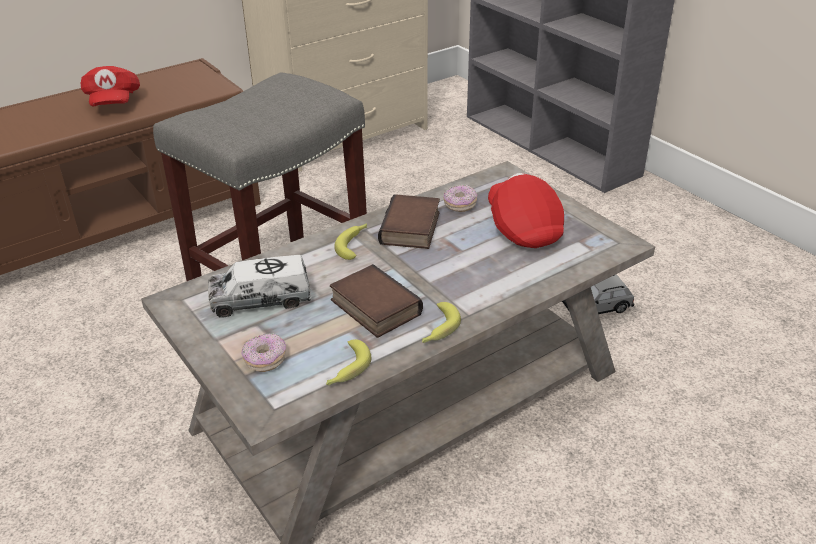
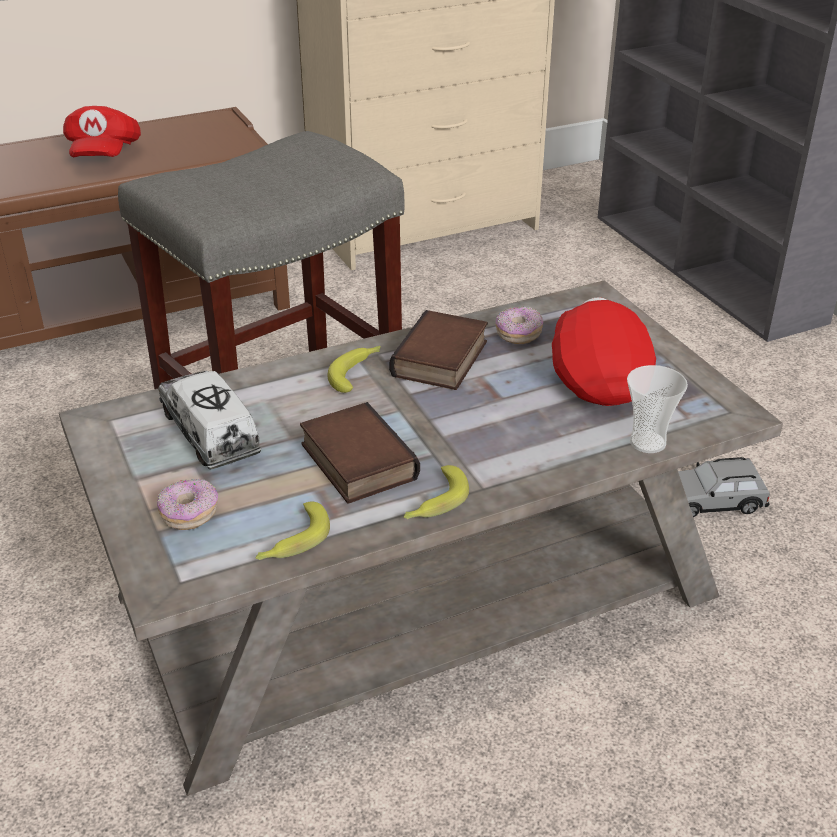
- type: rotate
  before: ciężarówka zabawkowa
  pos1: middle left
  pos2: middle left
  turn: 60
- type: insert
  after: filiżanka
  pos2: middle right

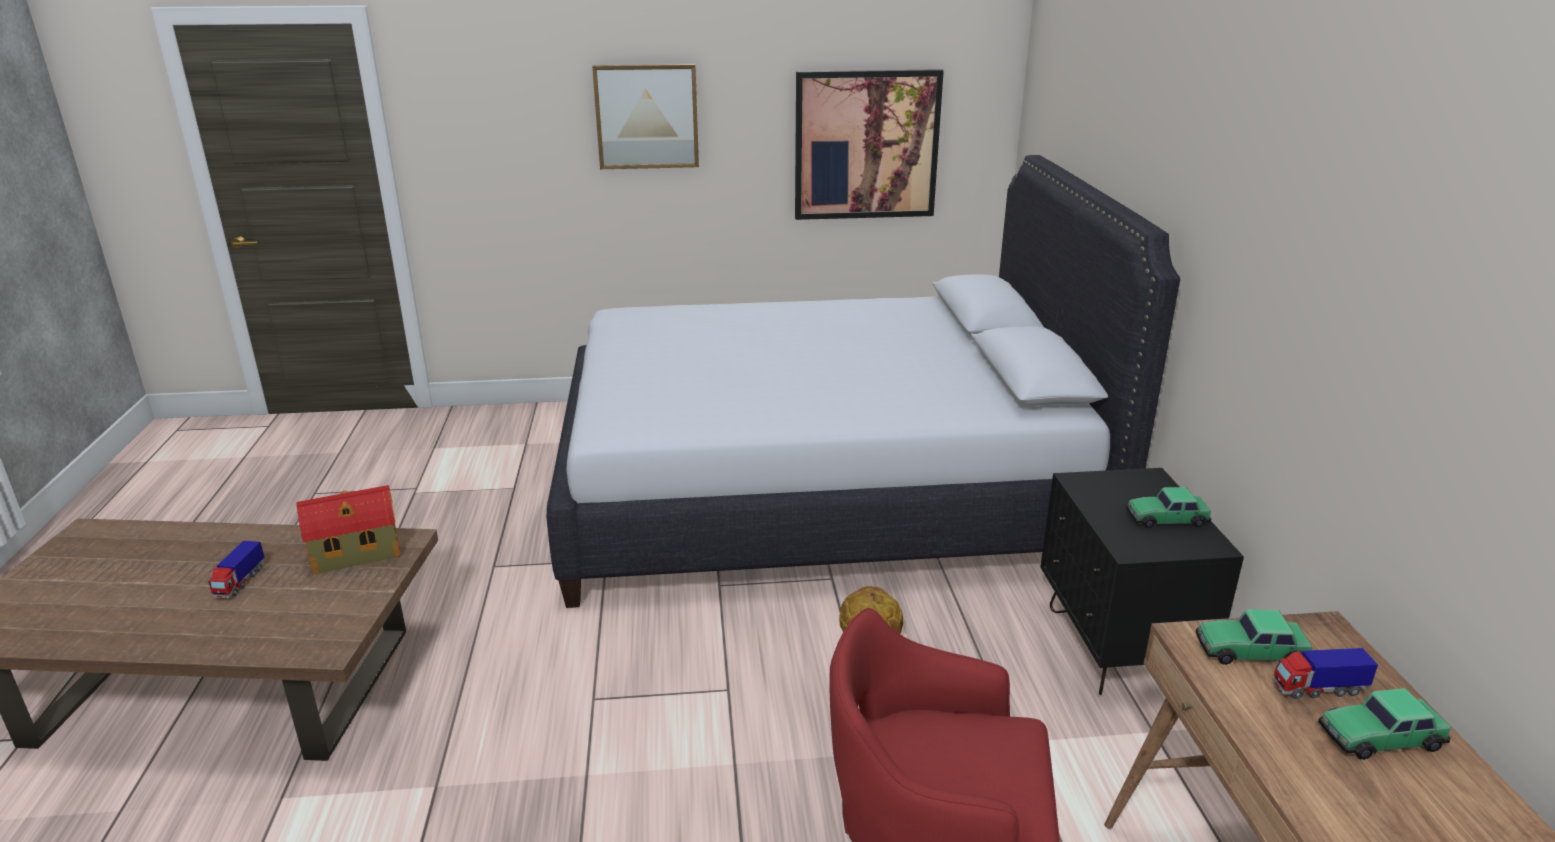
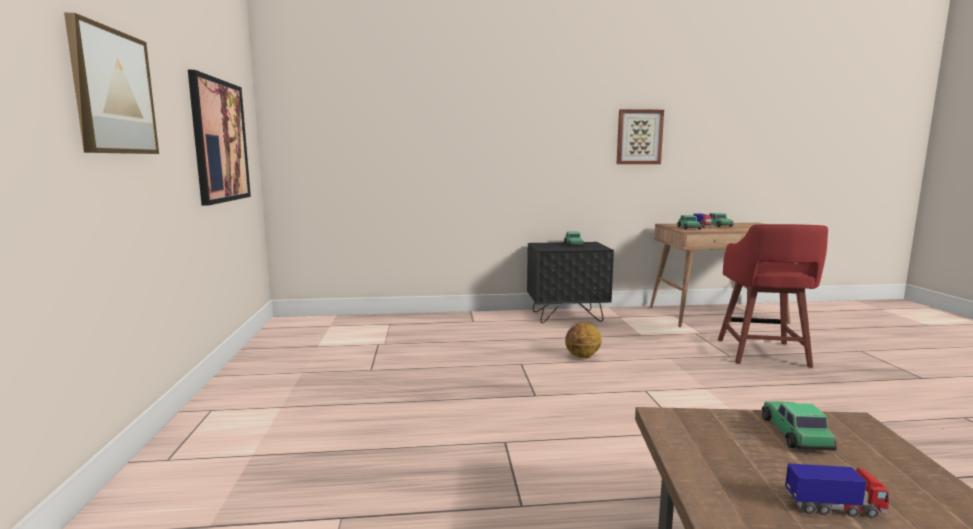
- type: delete
  before: domek
  pos1: middle left
- type: delete
  before: łóżko [biały]
  pos1: centre
- type: insert
  after: obraz (3rd from left)
  pos2: top centre
- type: insert
  after: samochodzik (4th from left)
  pos2: bottom right

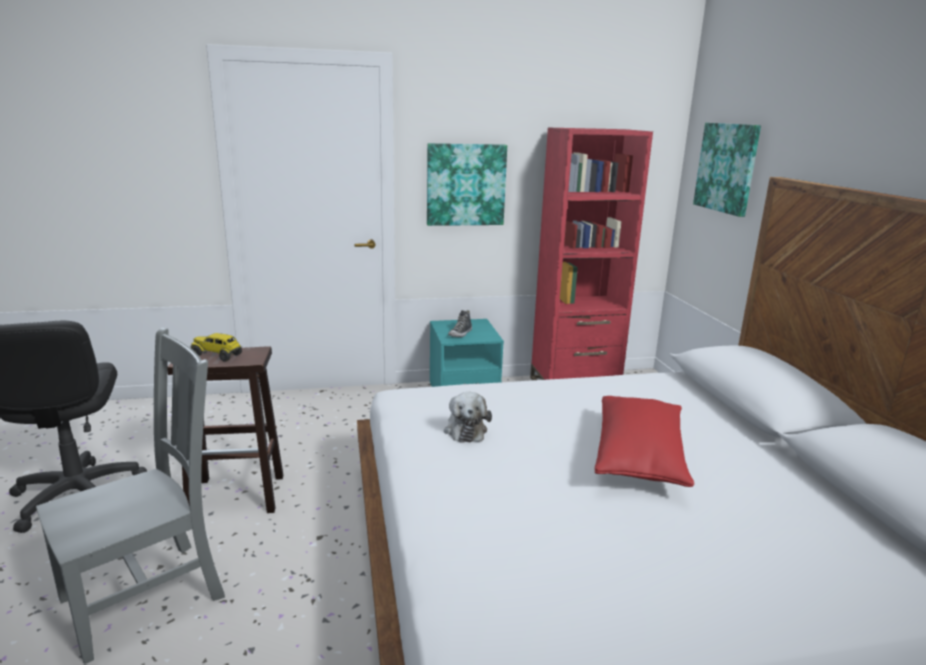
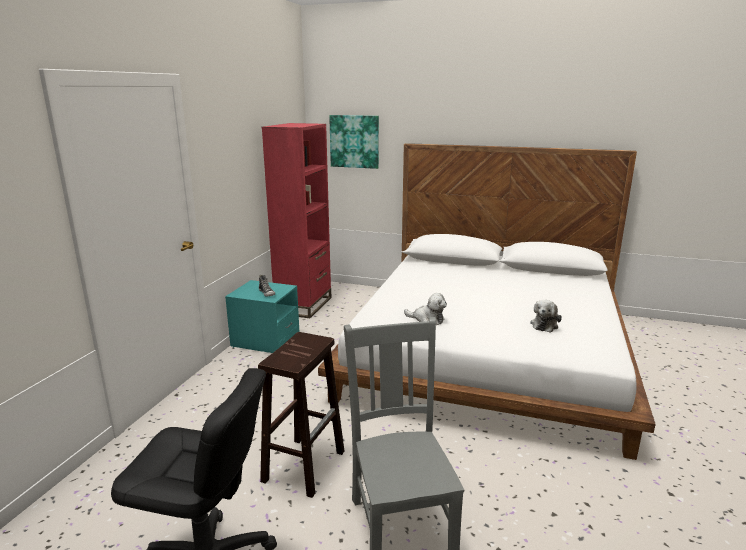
- type: delete
  before: ciężarówka zabawkowa
  pos1: middle left
- type: delete
  before: obraz (1st from left)
  pos1: top centre
- type: delete
  before: poduszka [czerwony]
  pos1: middle right
- type: insert
  after: pluszak (2nd from left)
  pos2: middle right

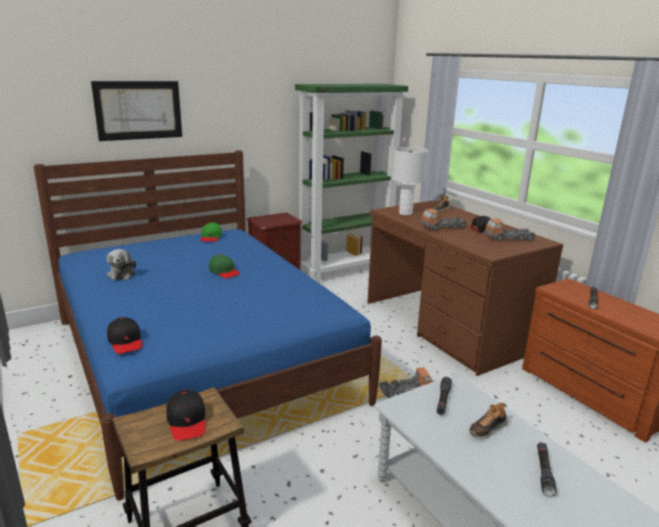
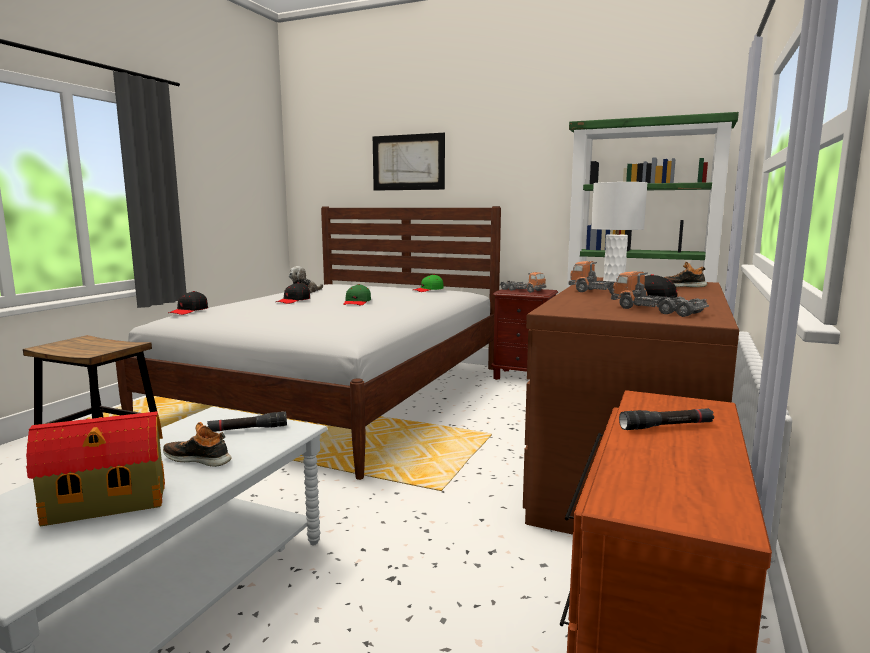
- type: recolor
  before: łóżko [niebieski]
  after: łóżko [biały]
  pos1: middle left
  pos2: centre
- type: move
  before: czapka z daszkiem [czarny] (2nd from left)
  pos1: bottom left
  pos2: centre
- type: move
  before: ciężarówka zabawkowa (1st from left)
  pos1: bottom centre
  pos2: centre
- type: replace
  before: latarka [czarny] (2nd from left)
  after: domek
  pos1: bottom right
  pos2: bottom left

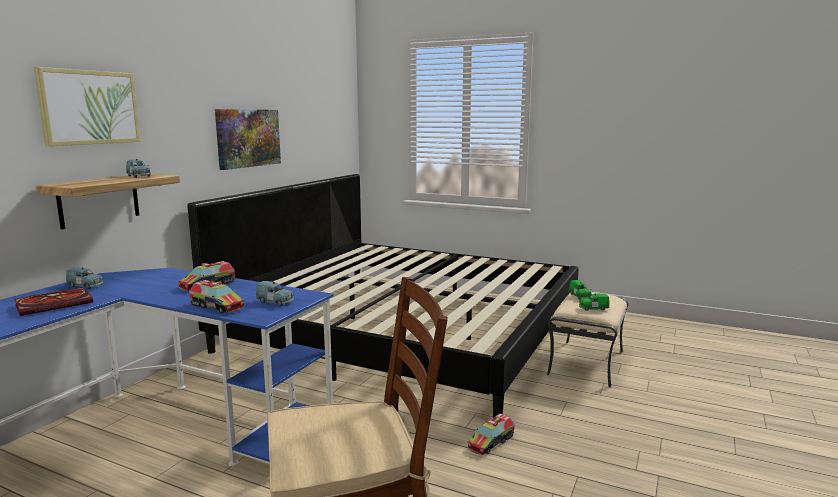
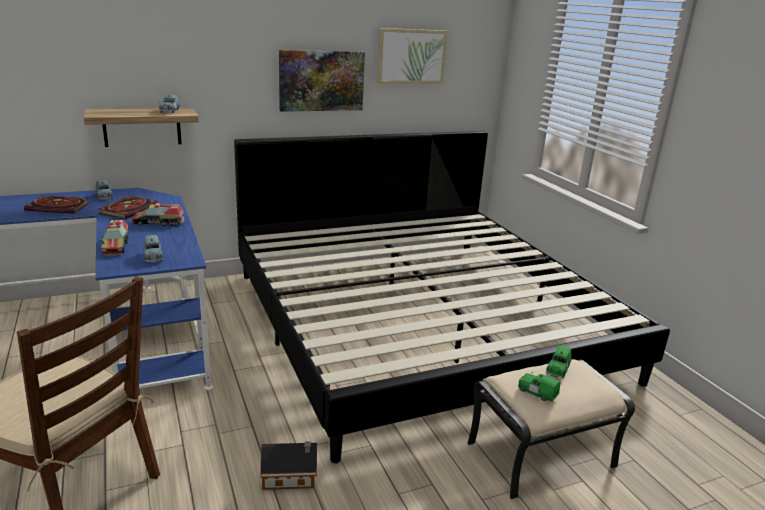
- type: move
  before: obraz (1st from left in the first image)
  after: obraz (2nd from left)
  pos1: top left
  pos2: top centre
- type: replace
  before: ciężarówka zabawkowa (3rd from left)
  after: domek
  pos1: bottom centre
  pos2: bottom centre
- type: insert
  after: książka (2nd from left)
  pos2: middle left

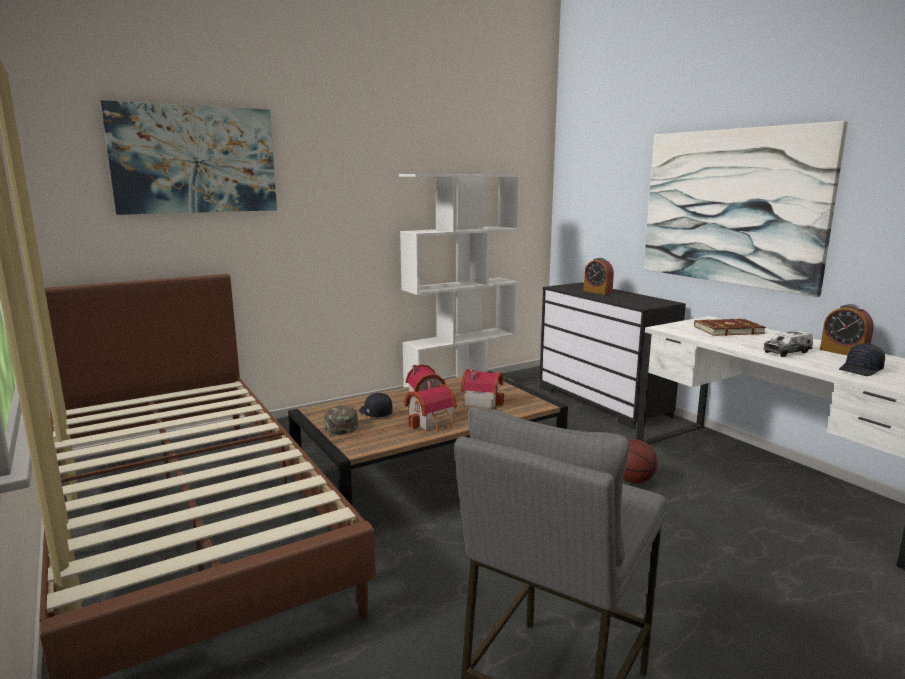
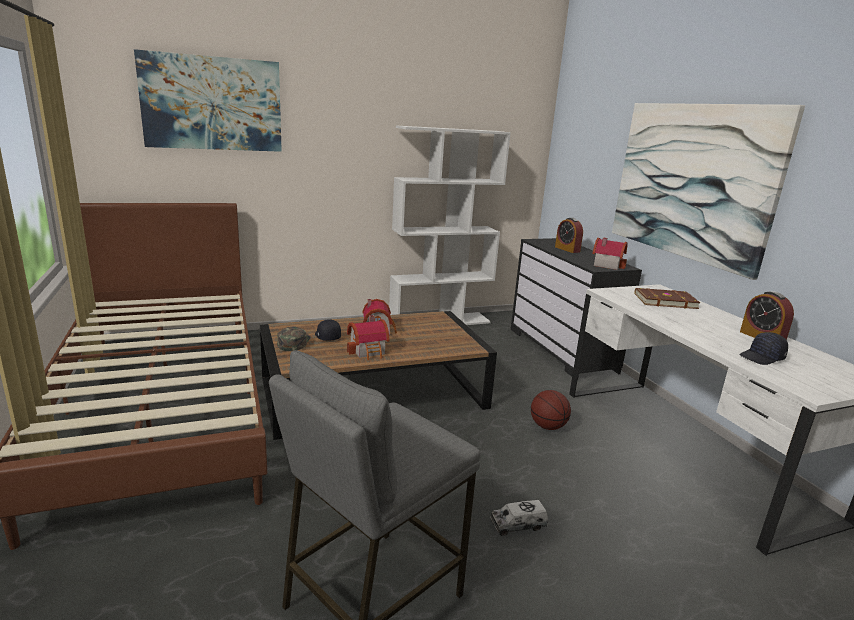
- type: move
  before: domek (3rd from left)
  pos1: centre
  pos2: middle right
- type: move
  before: ciężarówka zabawkowa
  pos1: middle right
  pos2: bottom centre

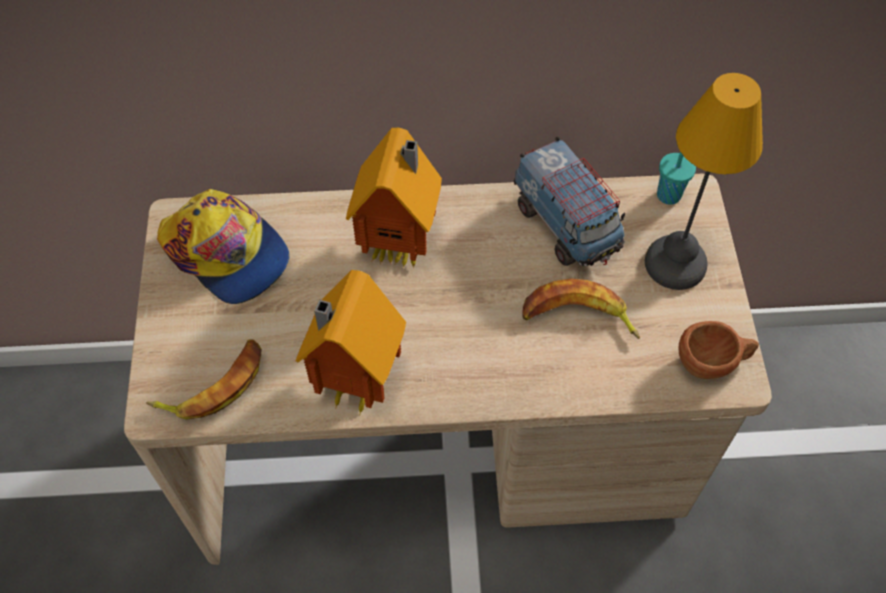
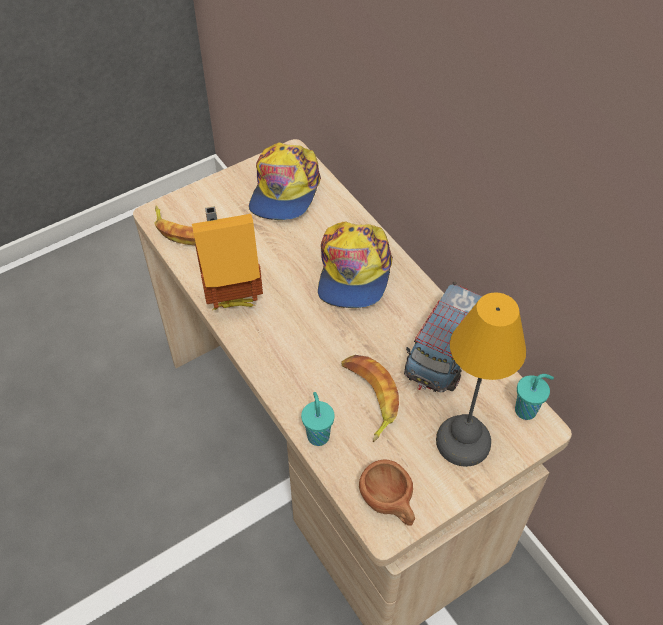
- type: replace
  before: domek (2nd from left)
  after: czapka z daszkiem (2nd from left)
  pos1: centre
  pos2: centre
- type: insert
  after: filiżanka [turkusowy] (1st from left)
  pos2: bottom centre

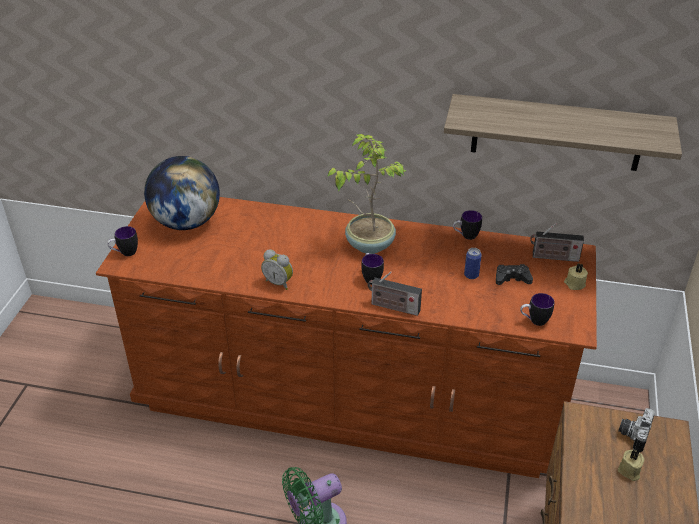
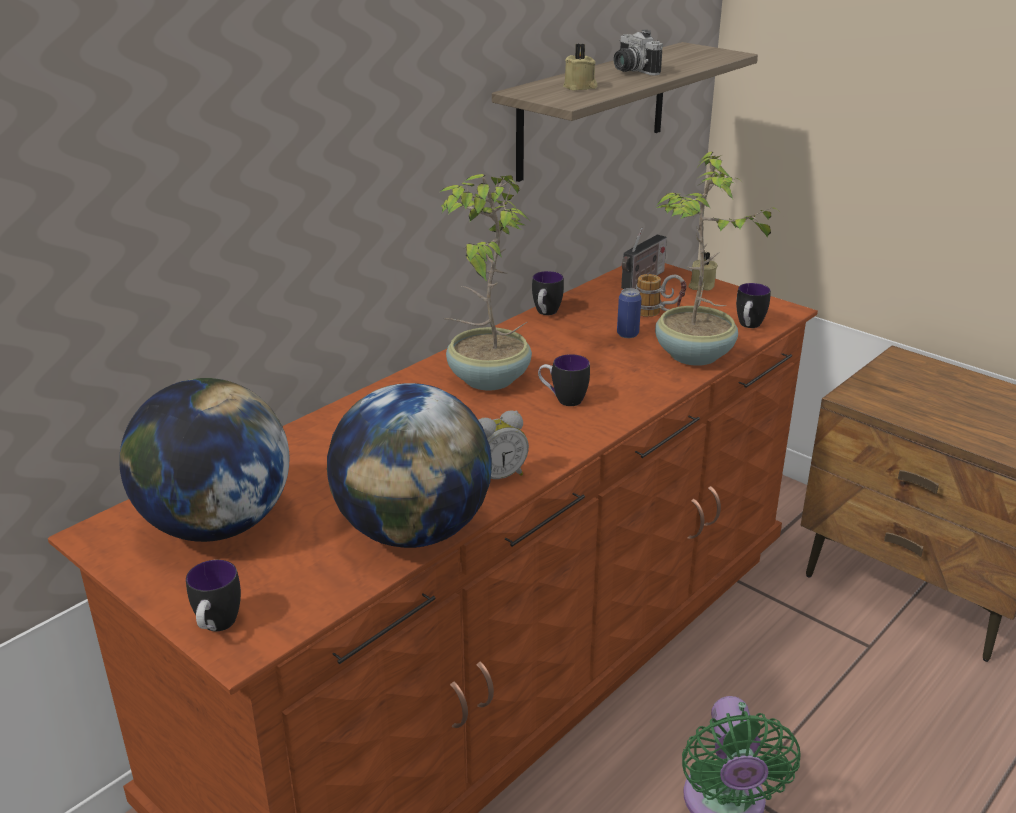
- type: delete
  before: radio (1st from left)
  pos1: centre
- type: replace
  before: pad do gier [czarny]
  after: kubek (4th from left)
  pos1: middle right
  pos2: centre
- type: move
  before: aparat fotograficzny
  pos1: bottom right
  pos2: top centre
- type: move
  before: świeca [beżowy] (2nd from left in the first image)
  after: świeca [beżowy] (1st from left)
  pos1: bottom right
  pos2: top centre
- type: insert
  after: globus (2nd from left)
  pos2: centre
- type: insert
  after: roślina doniczkowa (2nd from left)
  pos2: top right

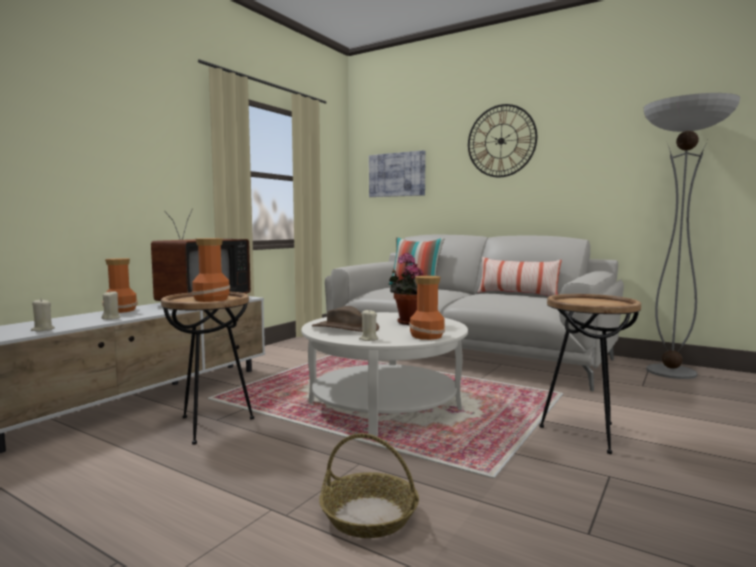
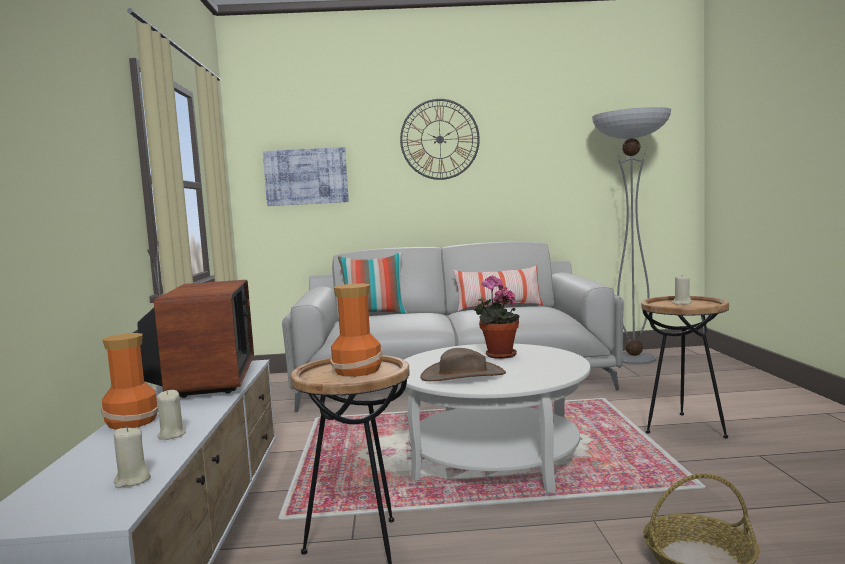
- type: move
  before: świeca [beżowy] (3rd from left)
  pos1: centre
  pos2: middle right
- type: delete
  before: wazon (3rd from left)
  pos1: centre

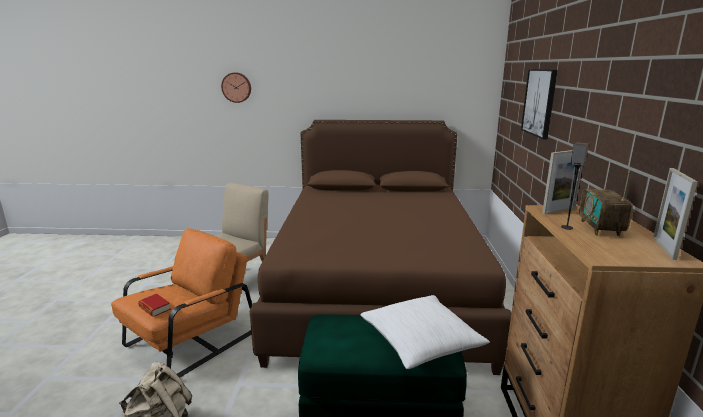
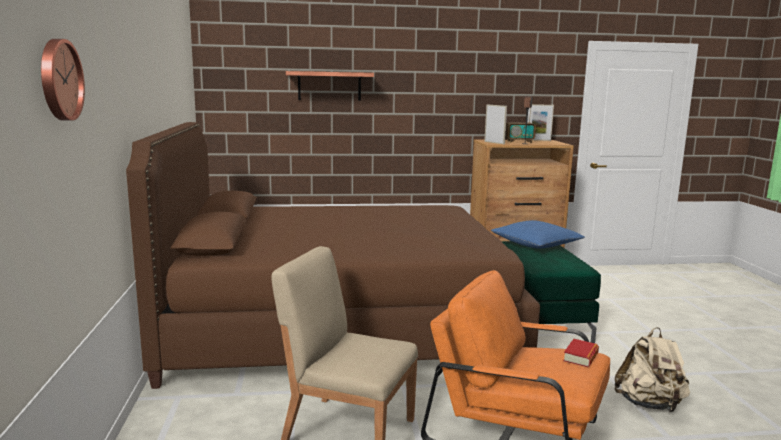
- type: recolor
  before: poduszka [biały]
  after: poduszka [niebieski]
  pos1: bottom centre
  pos2: middle right
- type: replace
  before: obraz
  after: półka
  pos1: top right
  pos2: top centre

